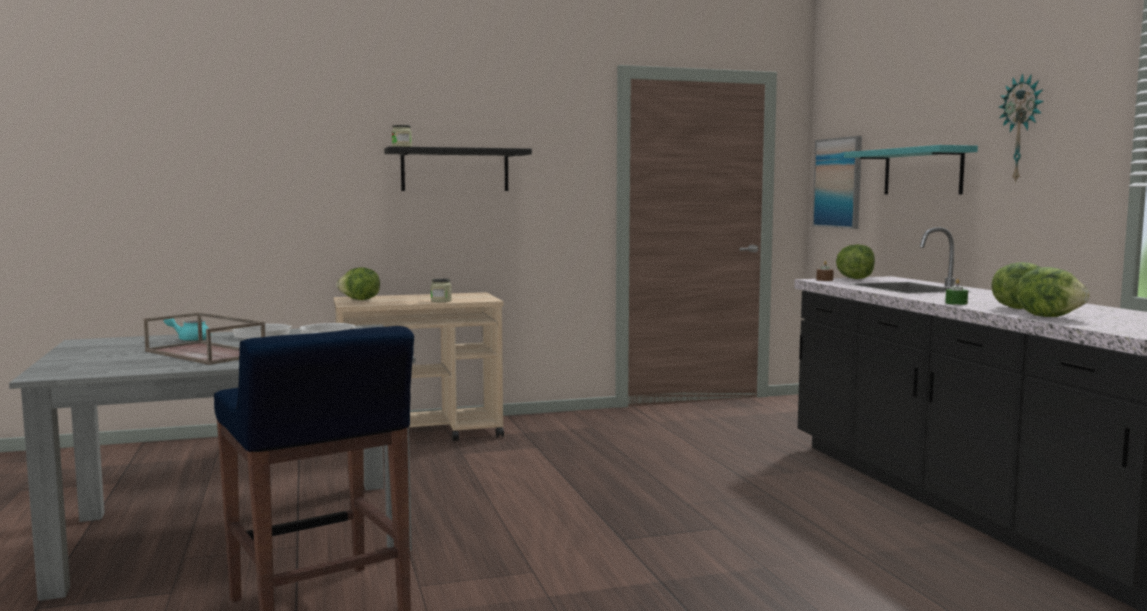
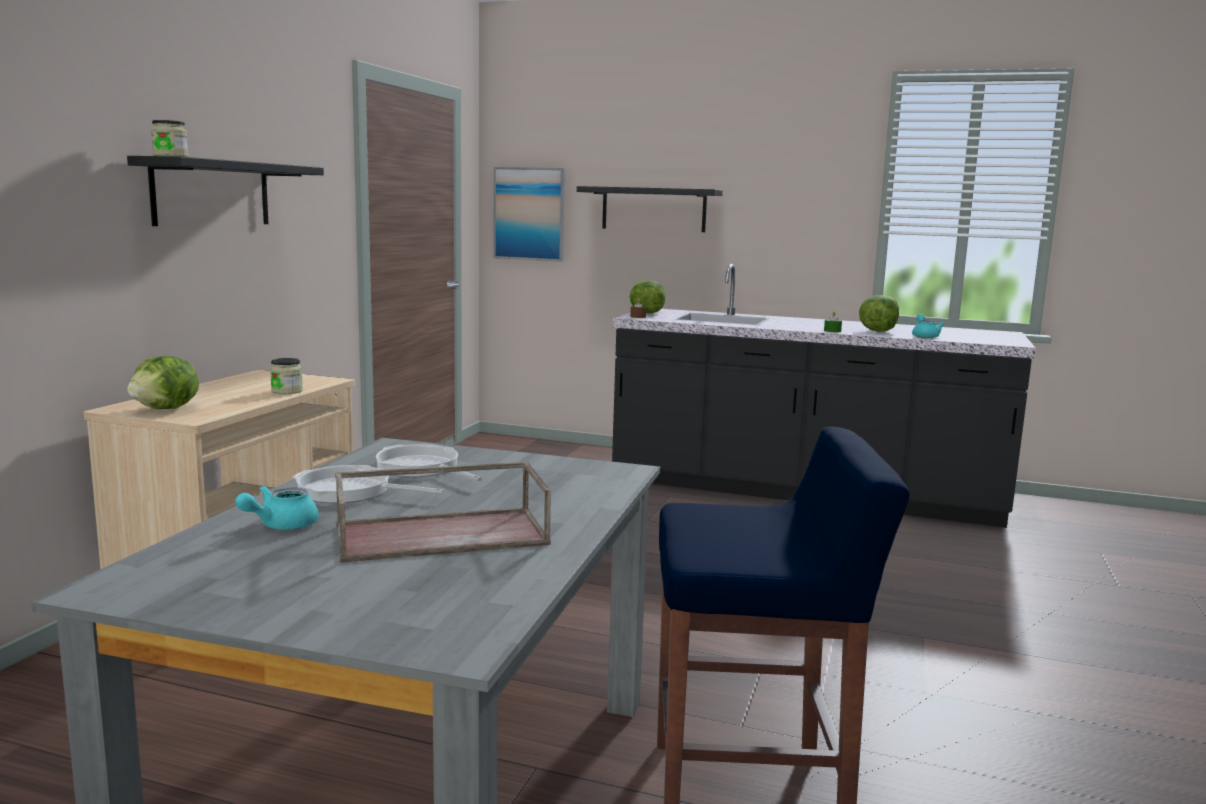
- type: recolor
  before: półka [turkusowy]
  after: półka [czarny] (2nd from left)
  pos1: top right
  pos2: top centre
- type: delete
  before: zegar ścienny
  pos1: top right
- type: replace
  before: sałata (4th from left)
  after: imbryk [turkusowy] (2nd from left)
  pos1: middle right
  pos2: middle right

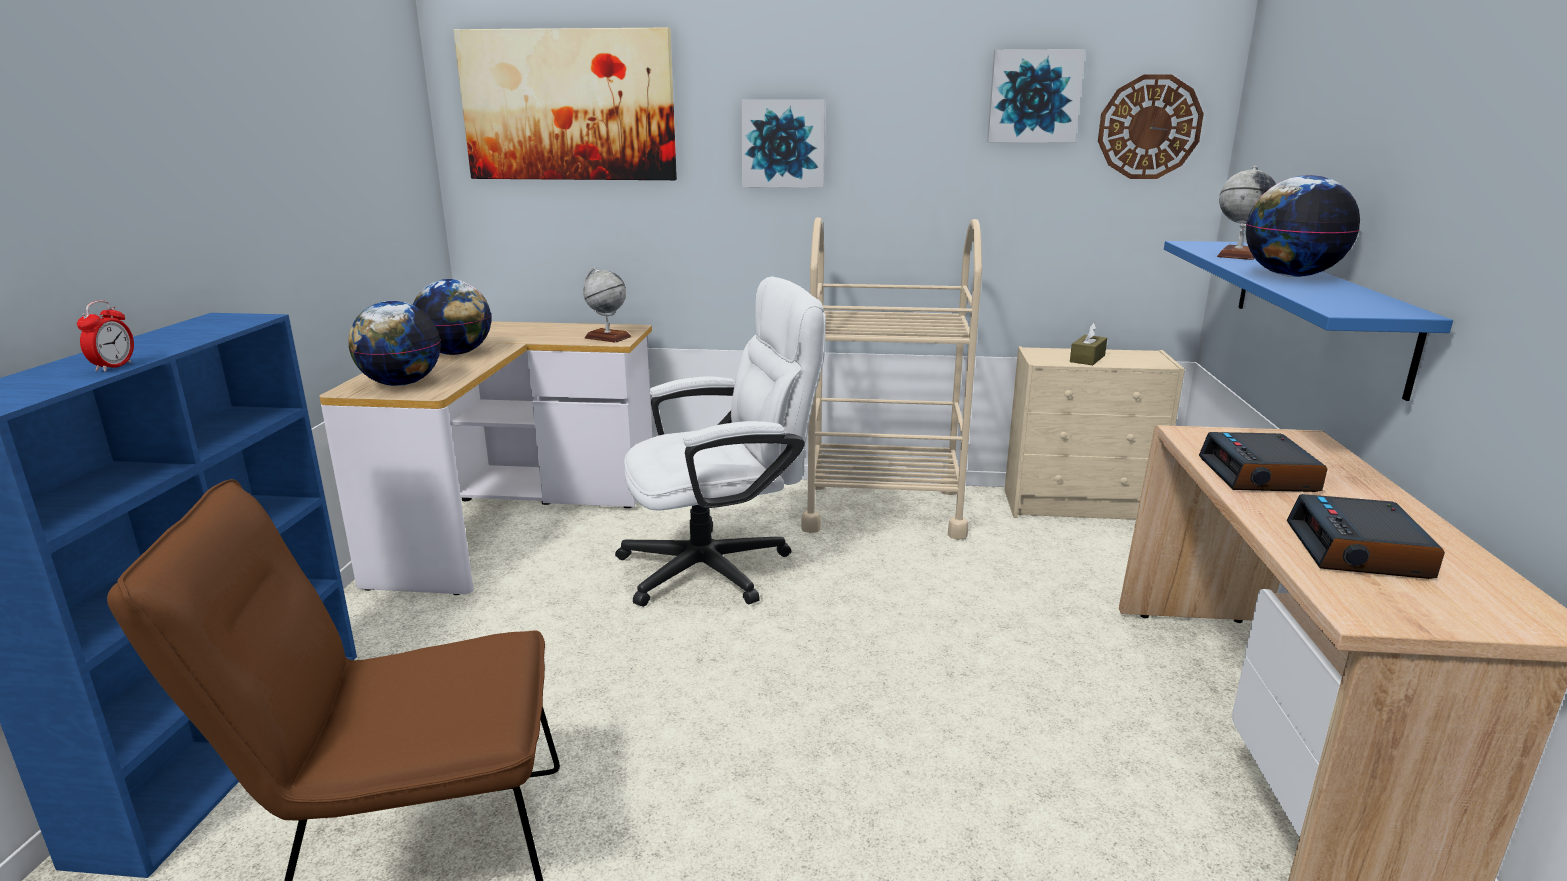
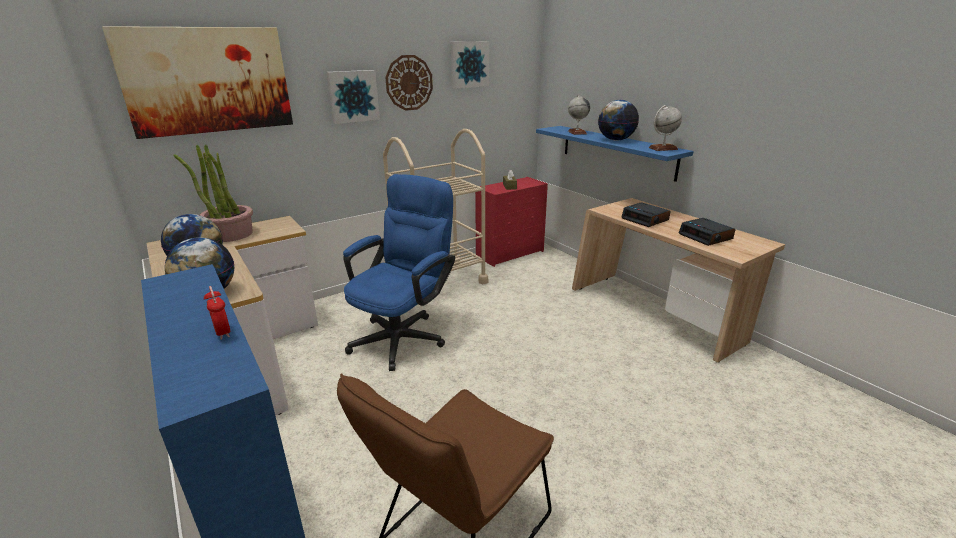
- type: move
  before: globus (3rd from left in the first image)
  after: globus (5th from left)
  pos1: centre
  pos2: top right
- type: recolor
  before: krzesło biurowe [biały]
  after: krzesło biurowe [niebieski]
  pos1: centre
  pos2: centre
- type: recolor
  before: komoda [beżowy]
  after: komoda [czerwony]
  pos1: middle right
  pos2: centre
- type: move
  before: zegar ścienny
  pos1: top right
  pos2: top centre
- type: insert
  after: roślina doniczkowa
  pos2: middle left

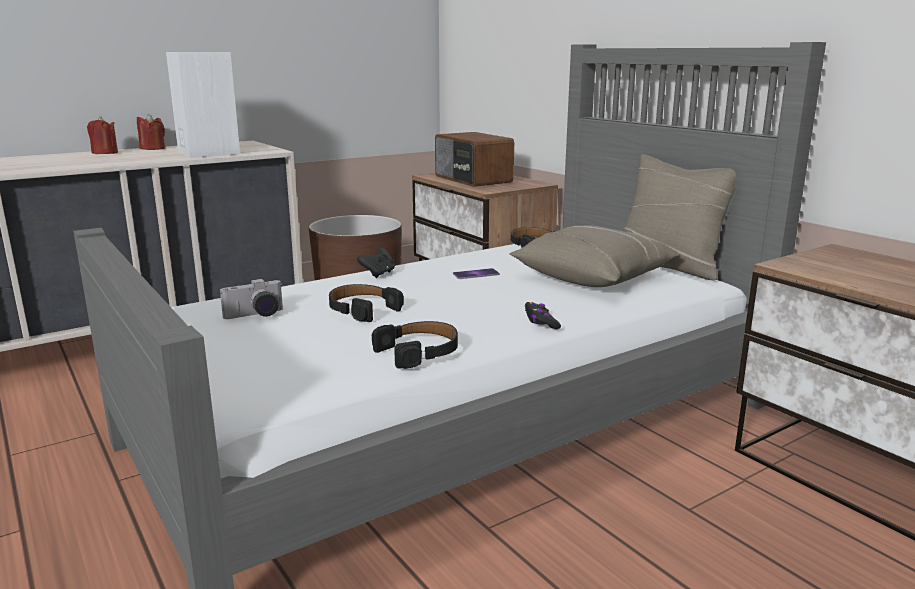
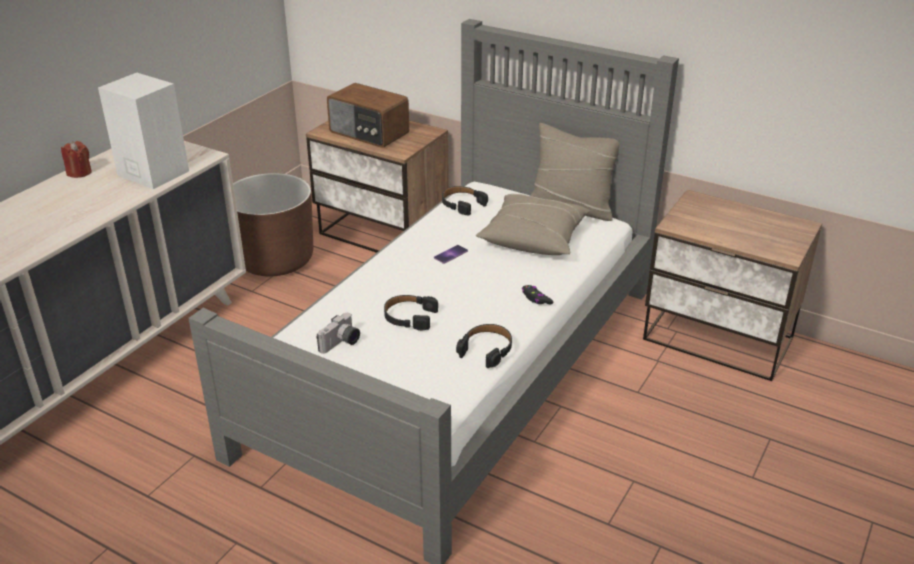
- type: delete
  before: świeca [czerwony] (1st from left)
  pos1: top left
- type: delete
  before: pad do gier [czarny] (1st from left)
  pos1: centre

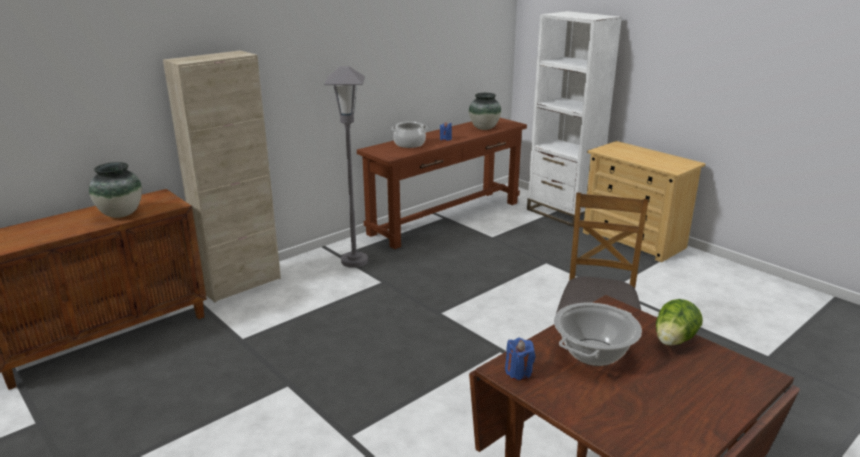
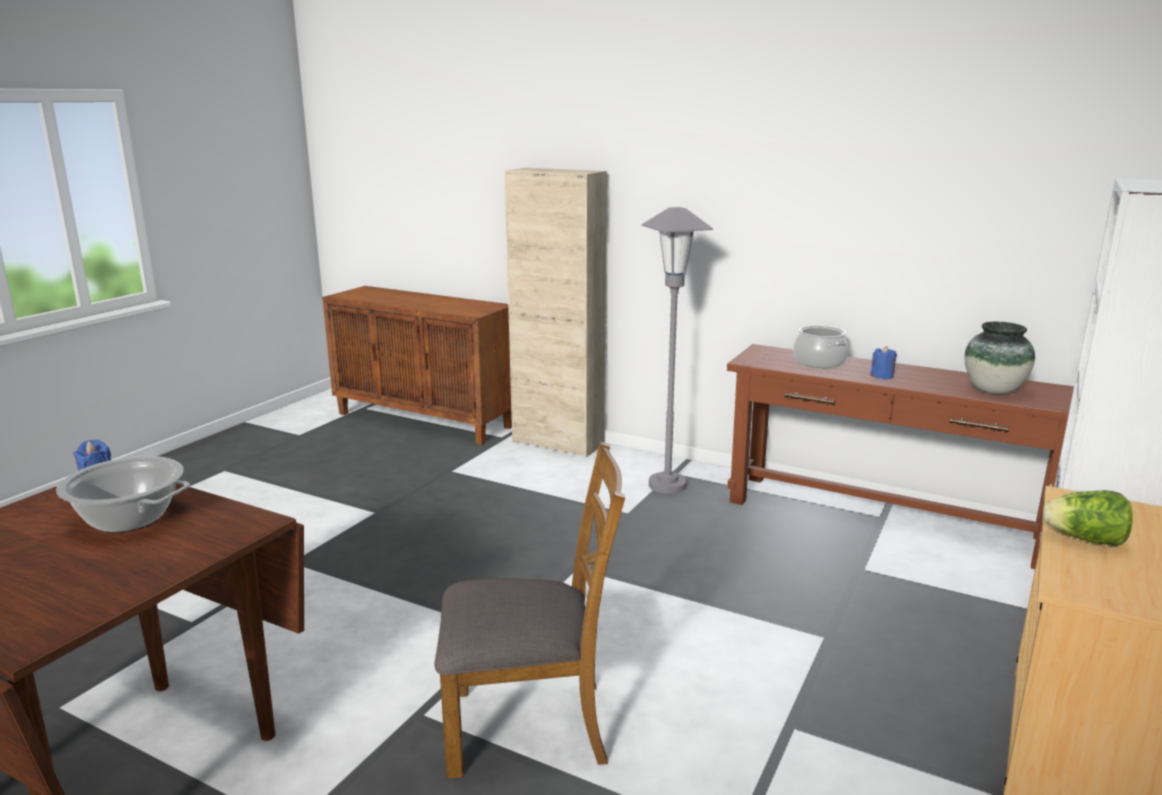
- type: delete
  before: wazon (1st from left)
  pos1: middle left
- type: move
  before: sałata
  pos1: bottom right
  pos2: middle right

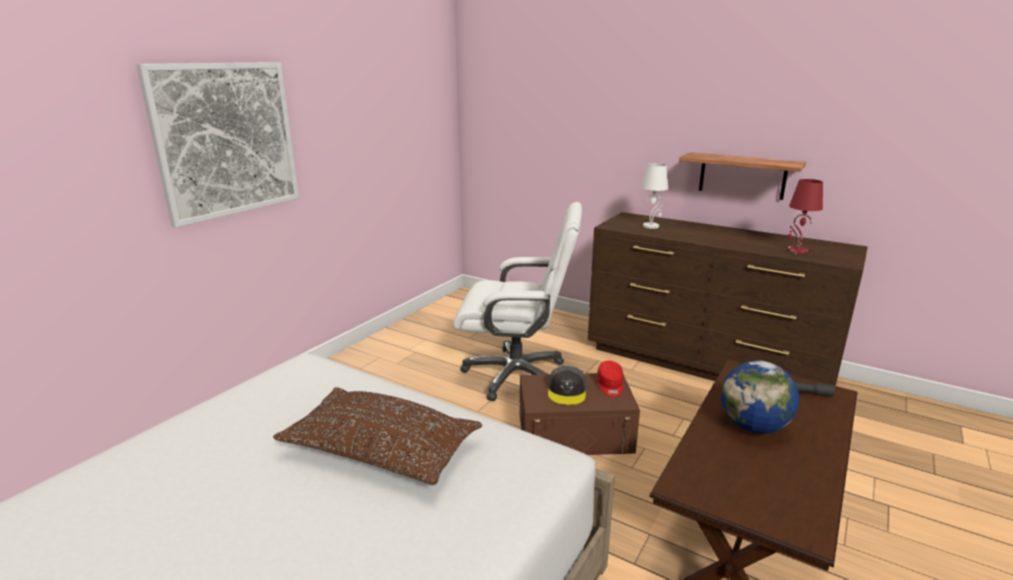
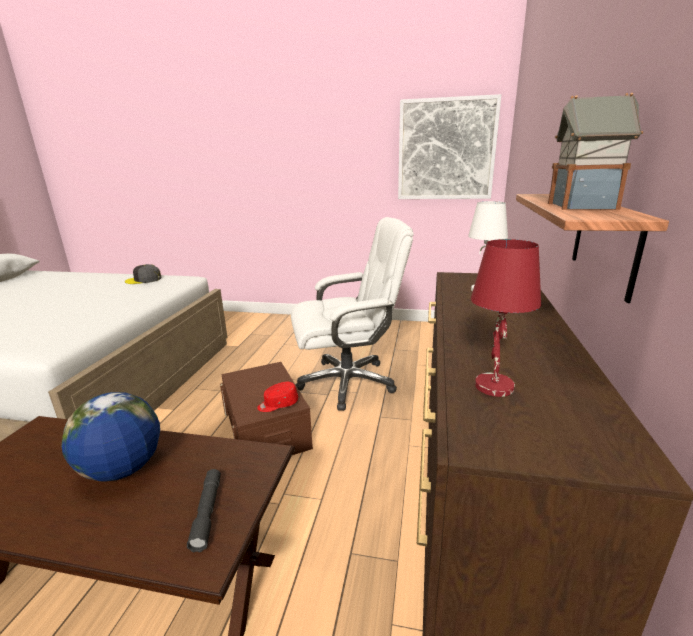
- type: move
  before: obraz
  pos1: top left
  pos2: top centre
- type: delete
  before: poduszka [brązowy]
  pos1: bottom centre
- type: rotate
  before: krzesło biurowe [biały]
  pos1: centre
  pos2: centre
  turn: -90
- type: move
  before: czapka z daszkiem [szary]
  pos1: centre
  pos2: middle left
- type: insert
  after: domek
  pos2: top right

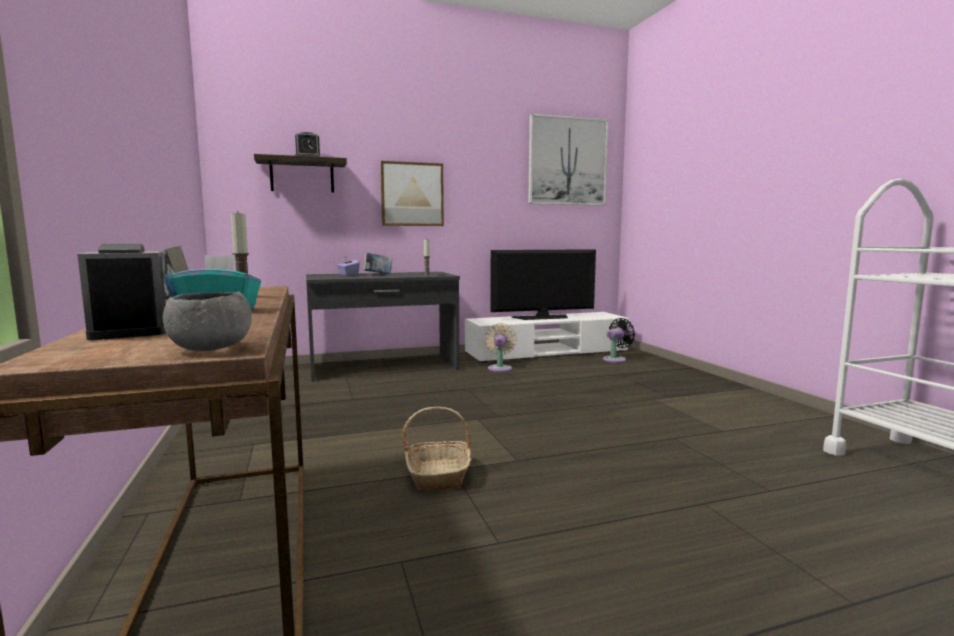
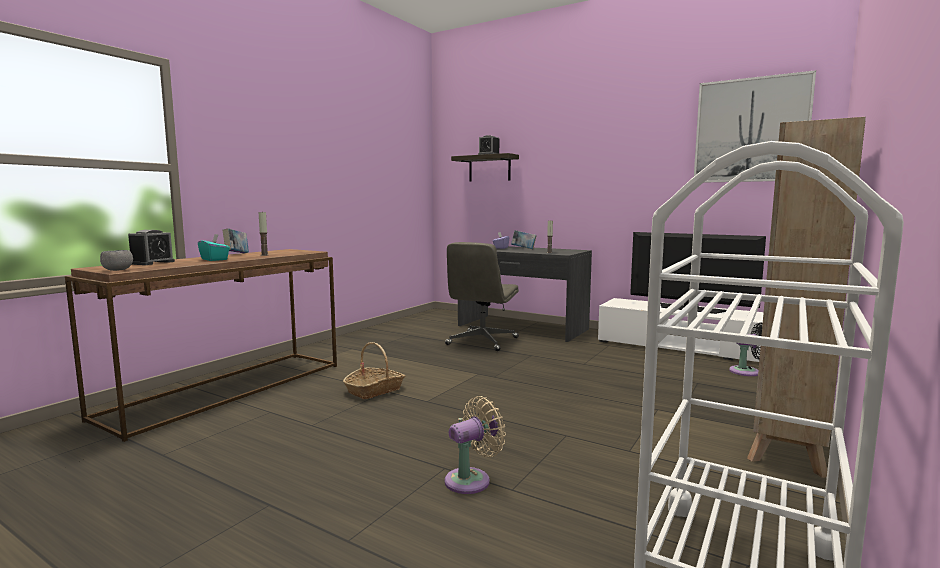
- type: delete
  before: obraz (1st from left)
  pos1: top centre
- type: move
  before: wentylator [beżowy]
  pos1: centre
  pos2: bottom centre
- type: insert
  after: krzesło biurowe [szary]
  pos2: centre
- type: insert
  after: regał [beżowy]
  pos2: middle right

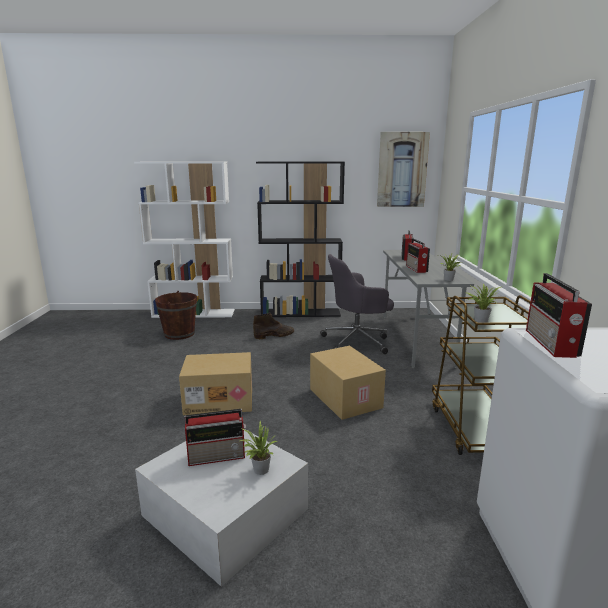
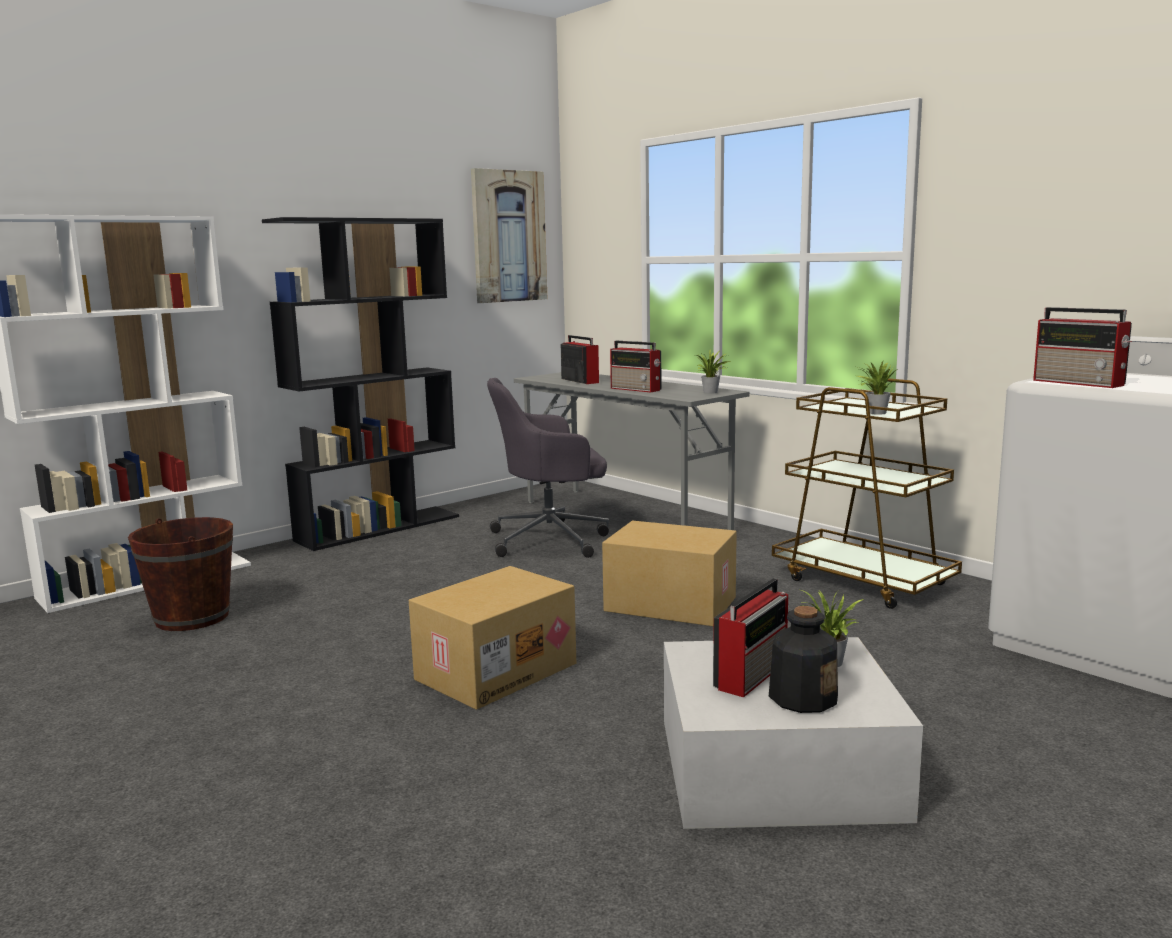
- type: delete
  before: but z cholewką [brązowy]
  pos1: centre
- type: rotate
  before: krzesło biurowe [szary]
  pos1: centre
  pos2: centre
  turn: 45
- type: insert
  after: butelka
  pos2: bottom right

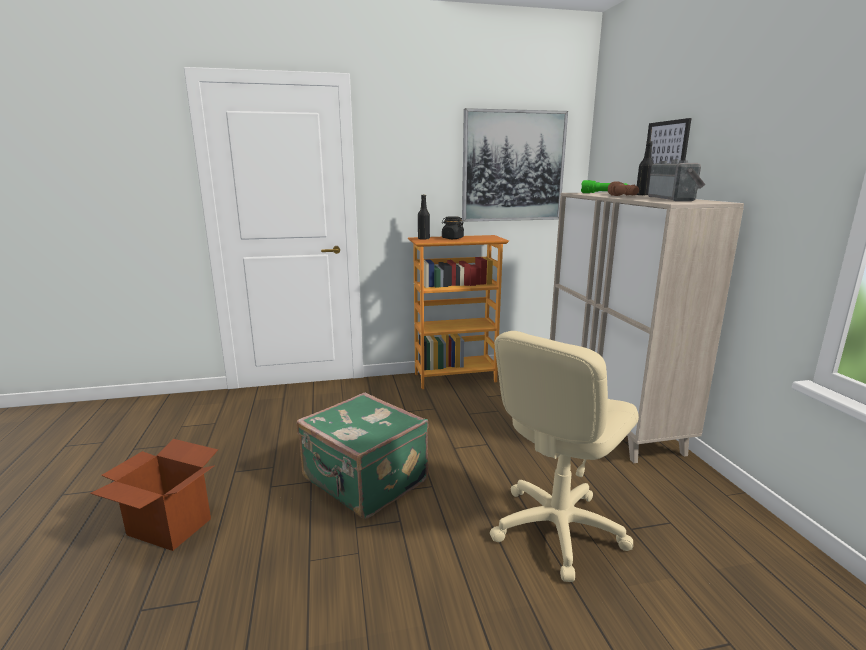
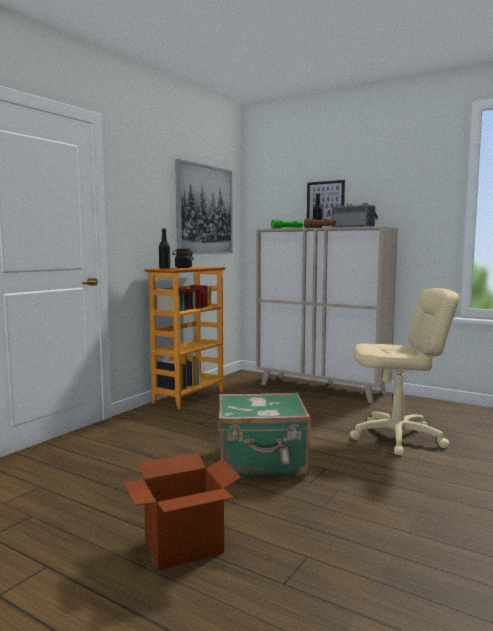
- type: rotate
  before: krzesło biurowe [beżowy]
  pos1: bottom centre
  pos2: middle right
  turn: -90

